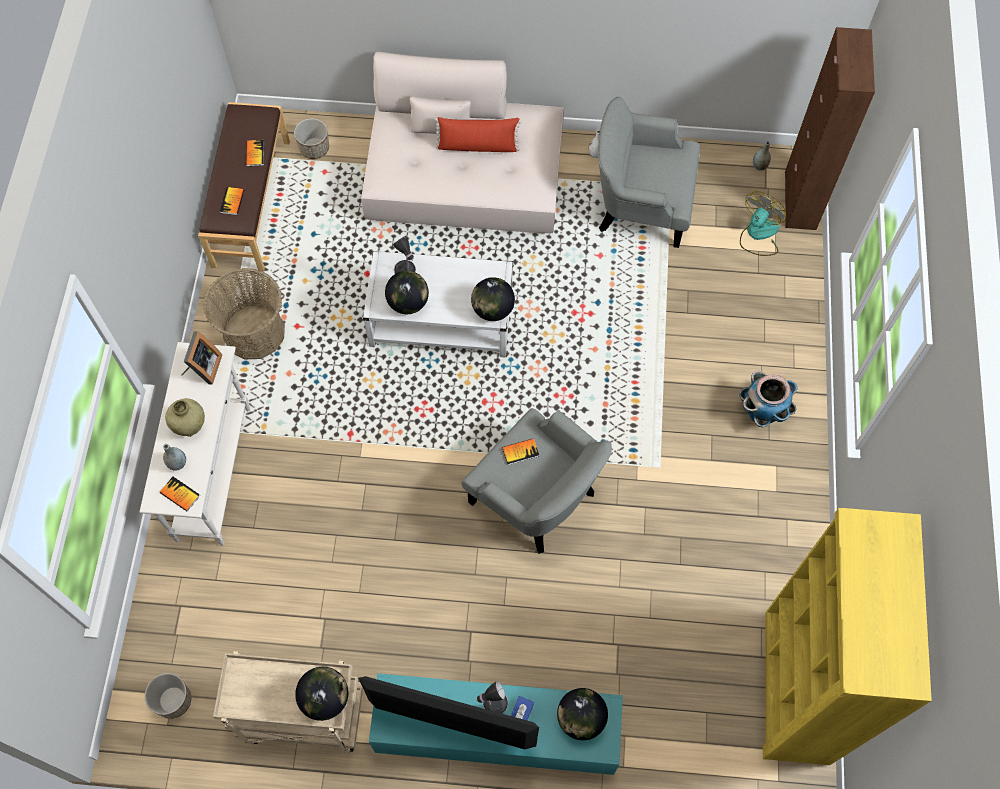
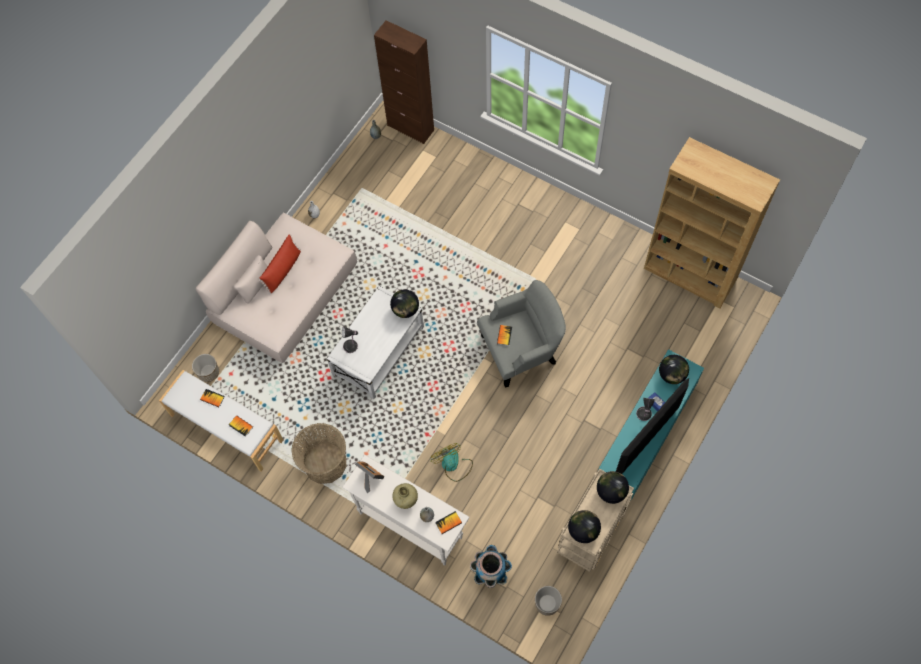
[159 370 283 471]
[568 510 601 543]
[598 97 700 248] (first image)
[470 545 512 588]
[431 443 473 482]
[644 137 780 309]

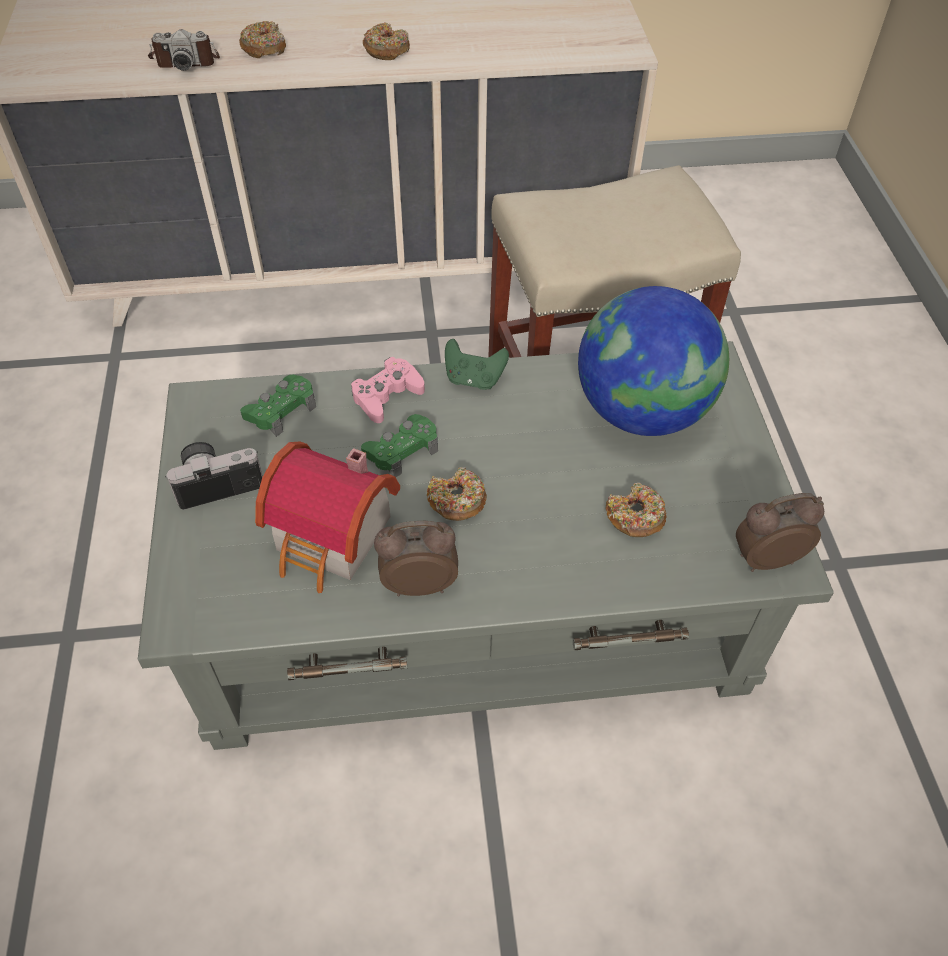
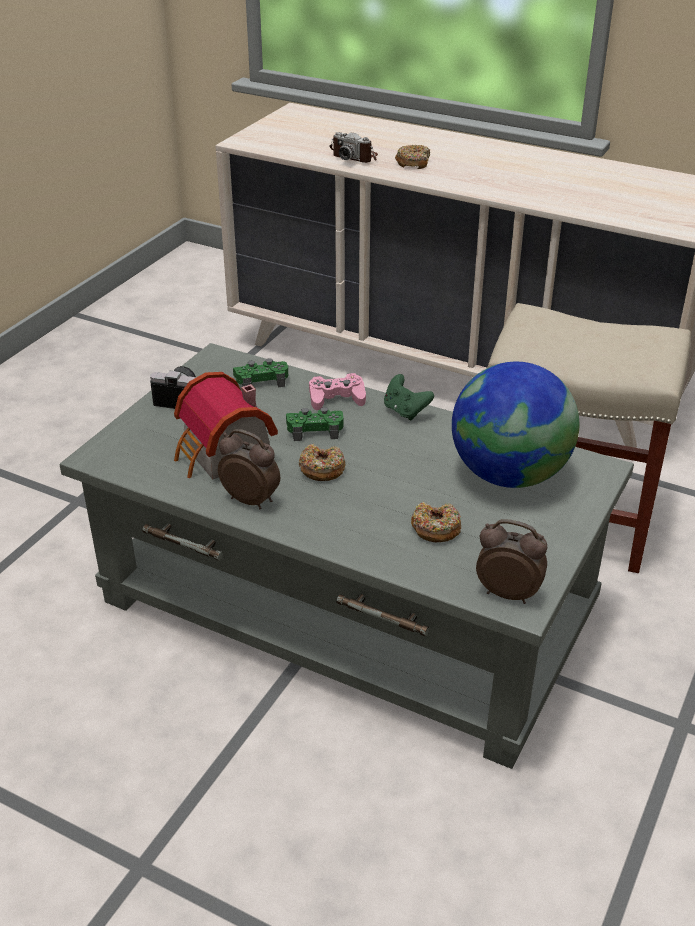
[363 23 410 60] (first image)

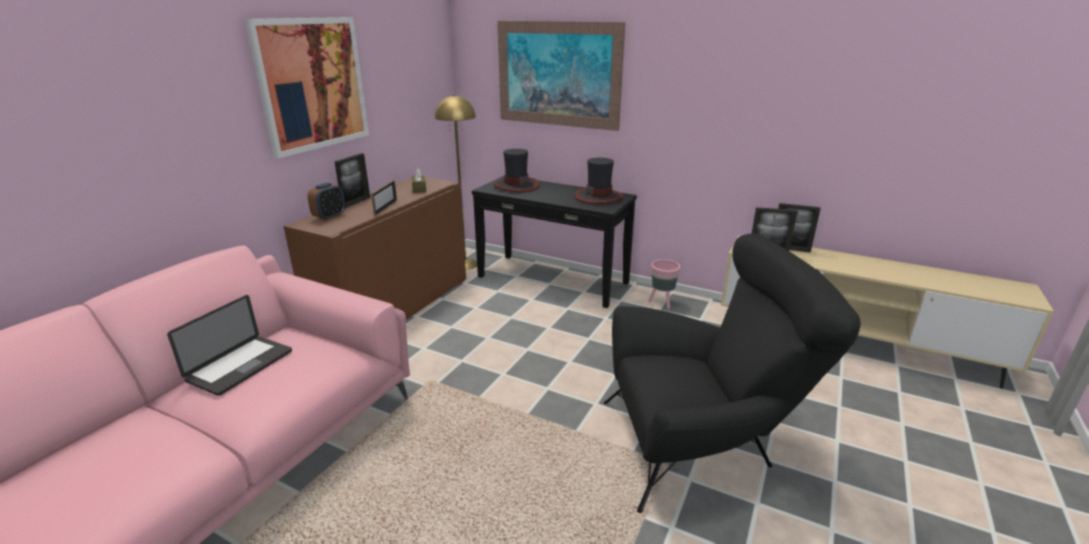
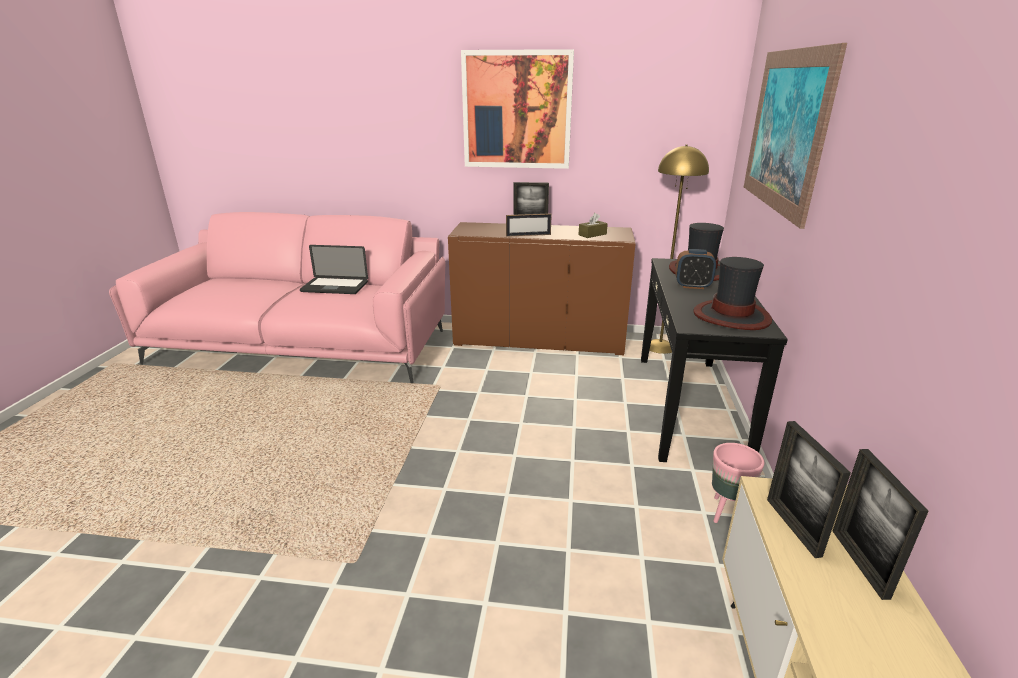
[675 249 716 289]
[604 233 861 513] (first image)

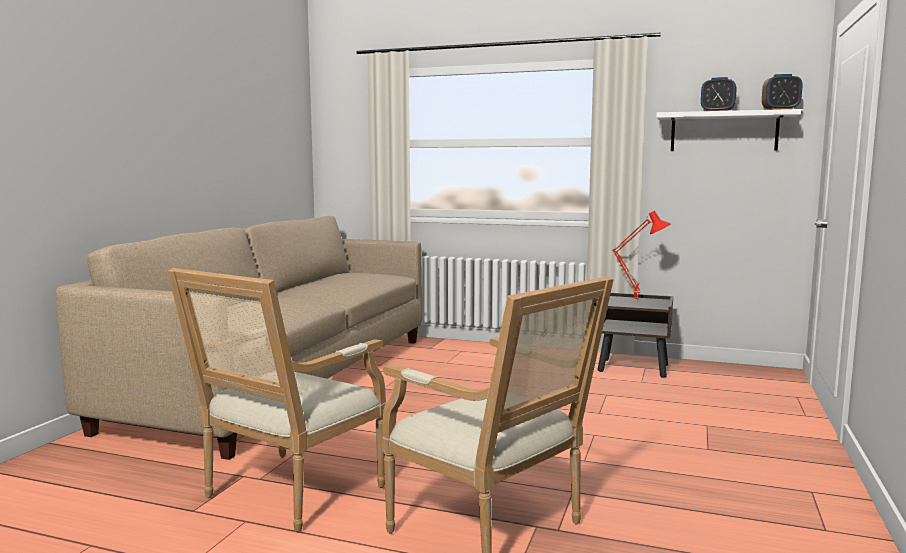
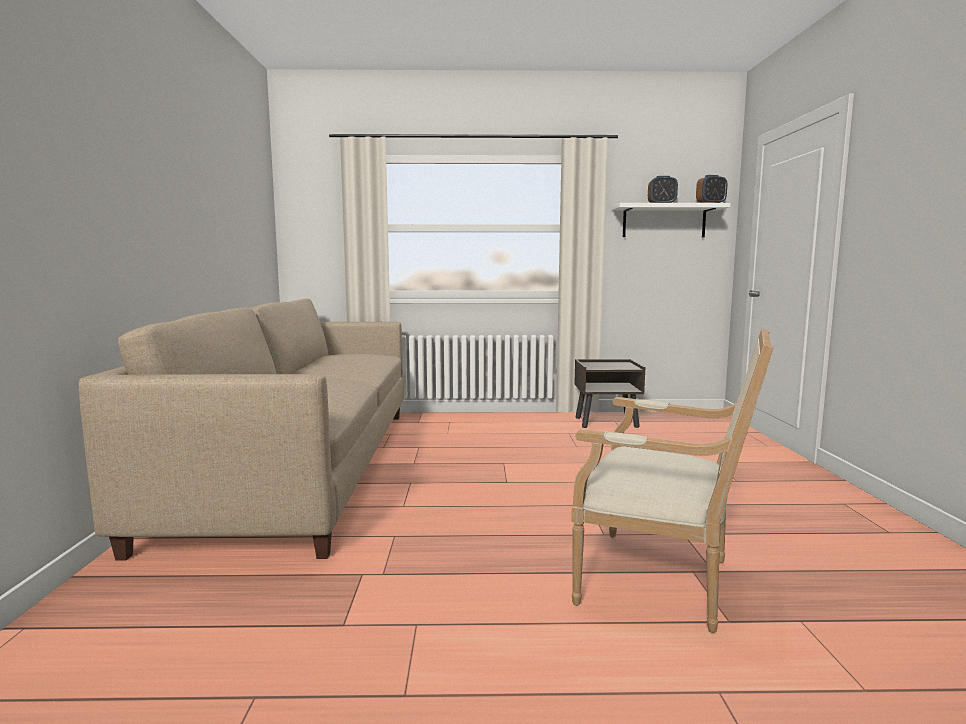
[167 268 386 532] (first image)
[612 211 671 302] (first image)

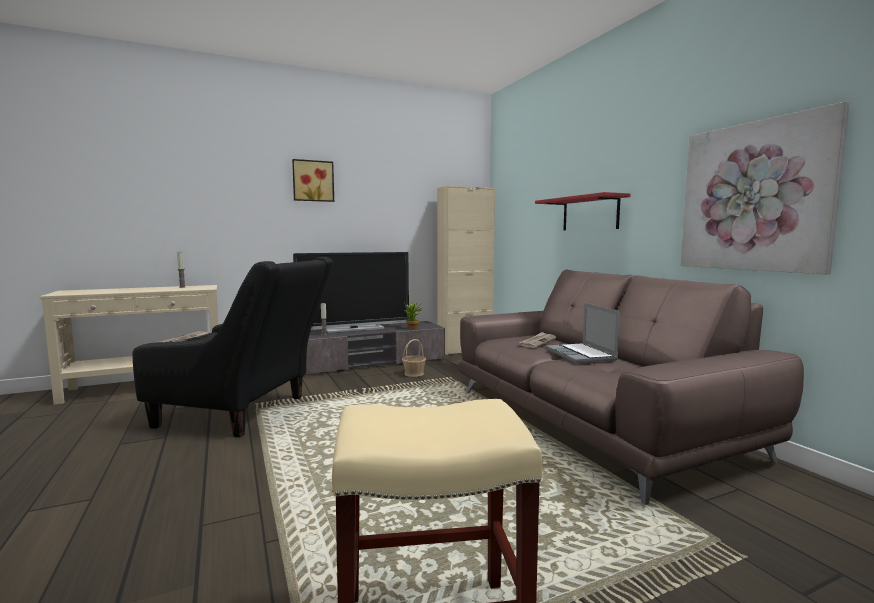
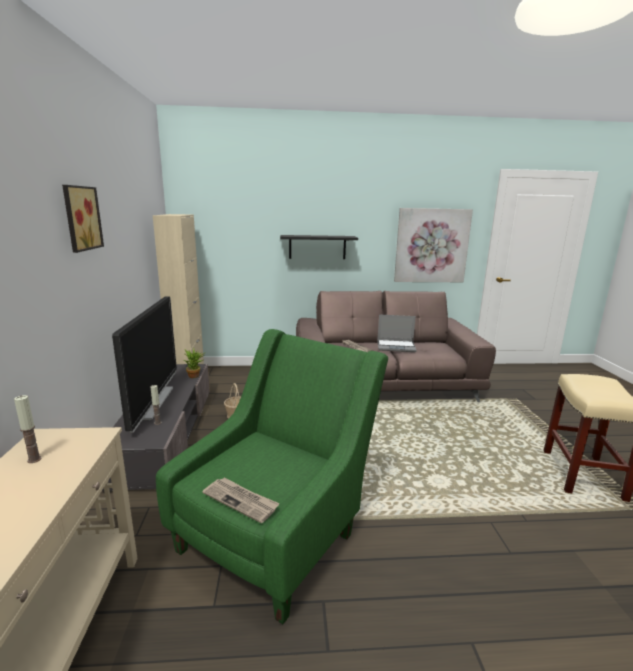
[156 329 388 624]
[280 235 358 259]

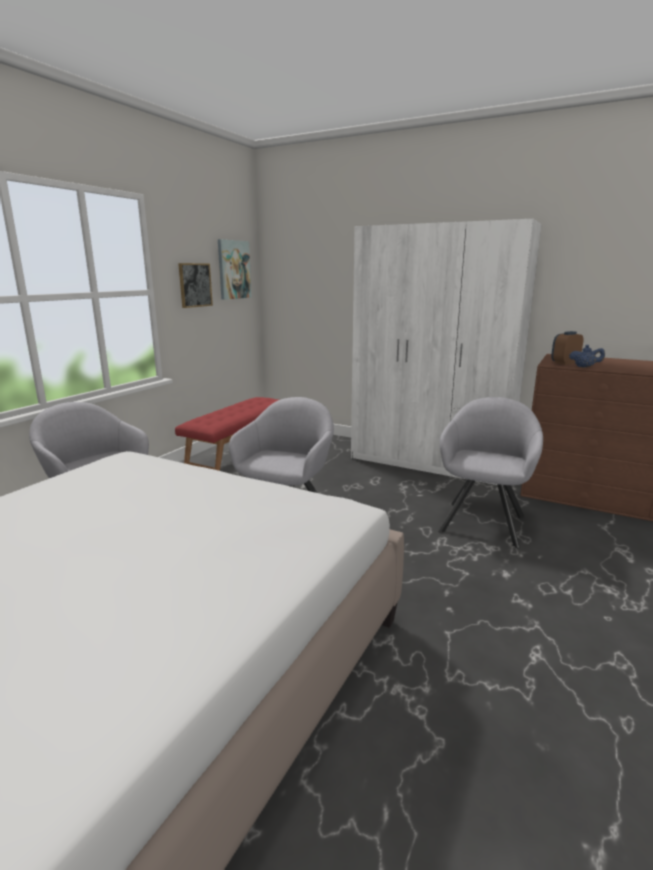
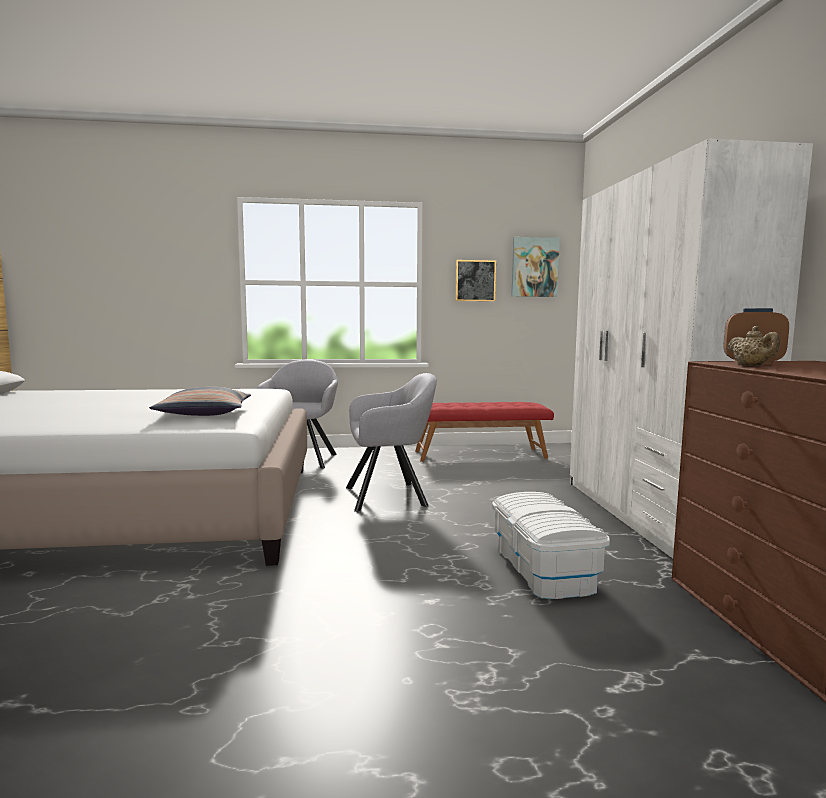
[492 492 610 599]
[728 326 780 366]
[149 387 251 416]

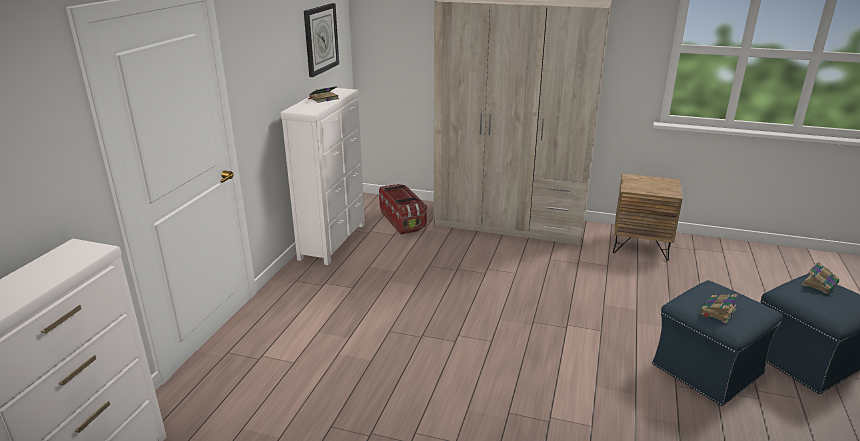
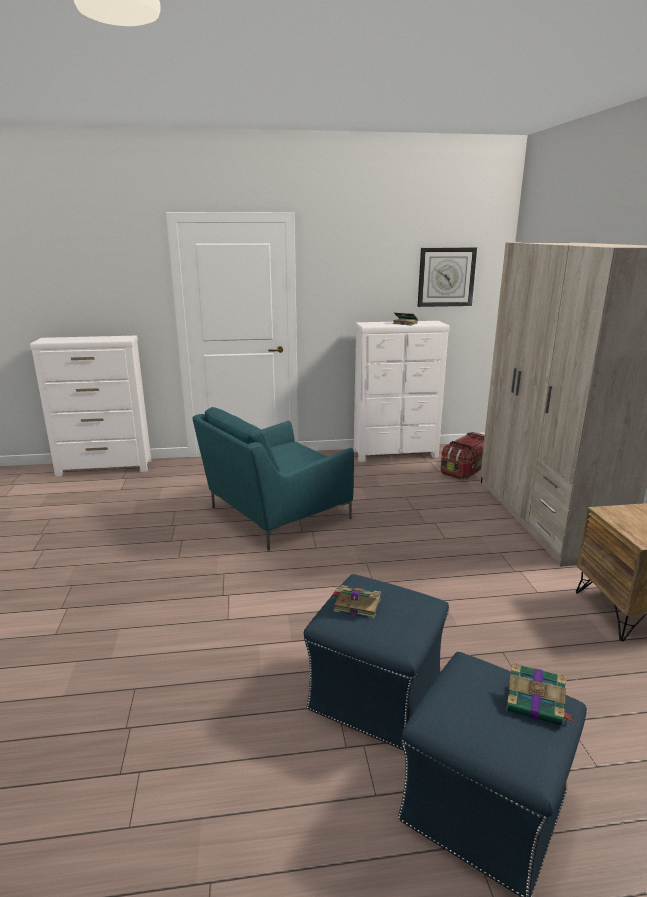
[193 407 354 550]

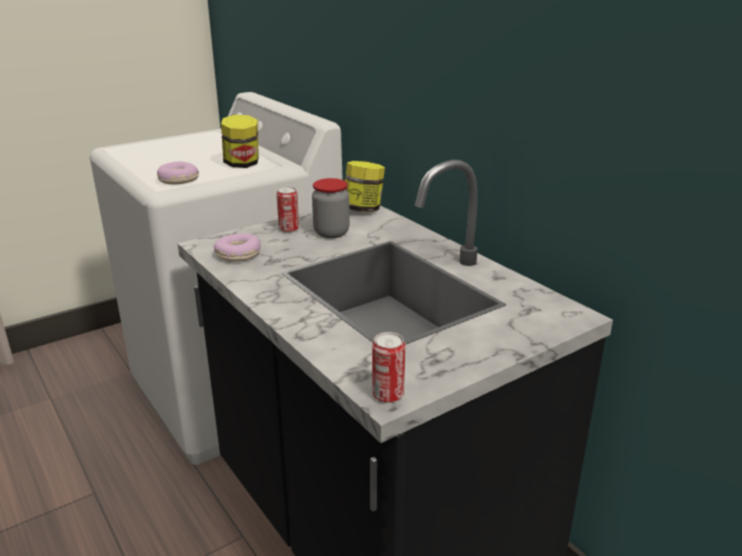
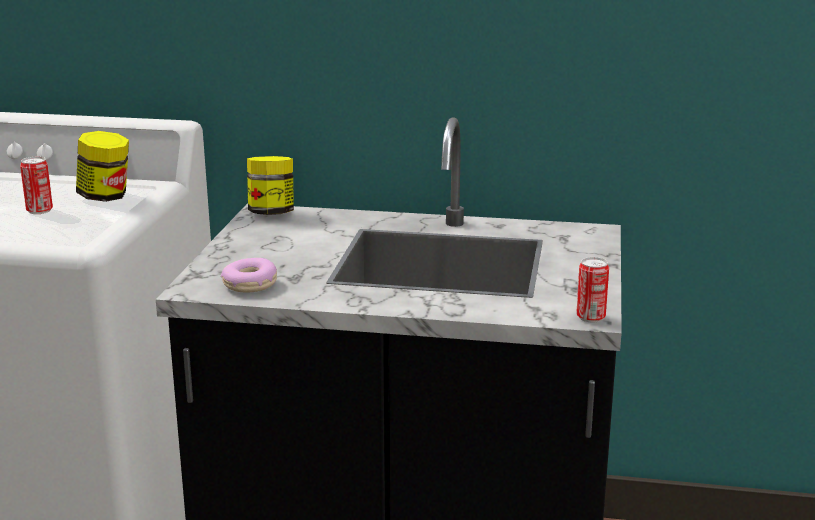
[157 162 199 185] (first image)
[20 157 53 214]
[312 178 350 238] (first image)

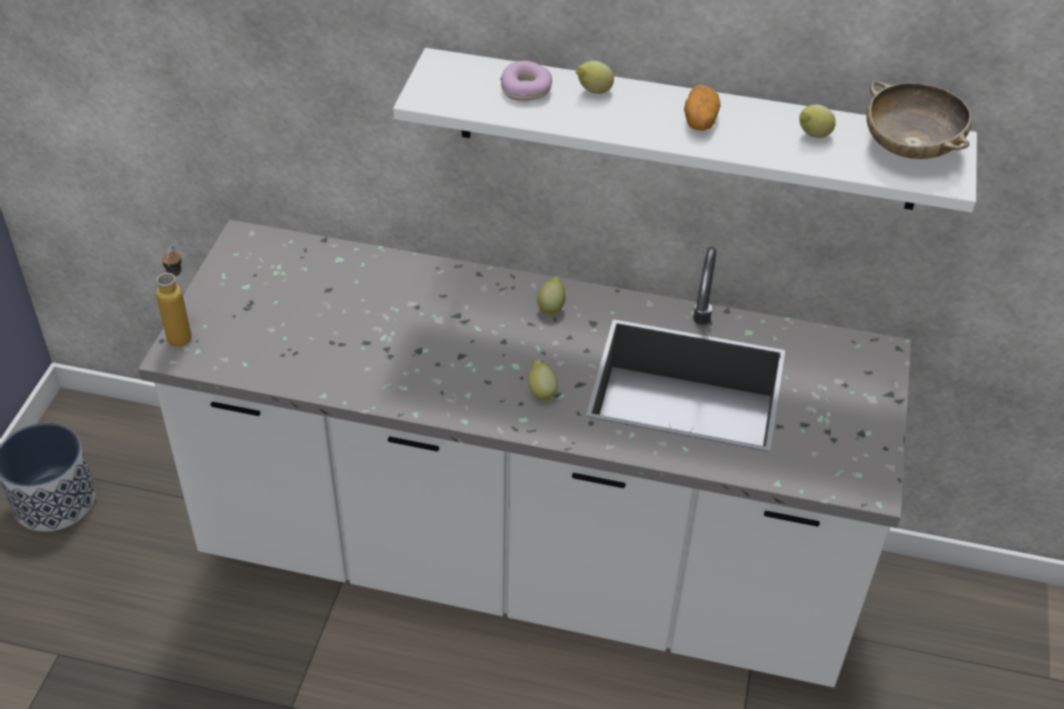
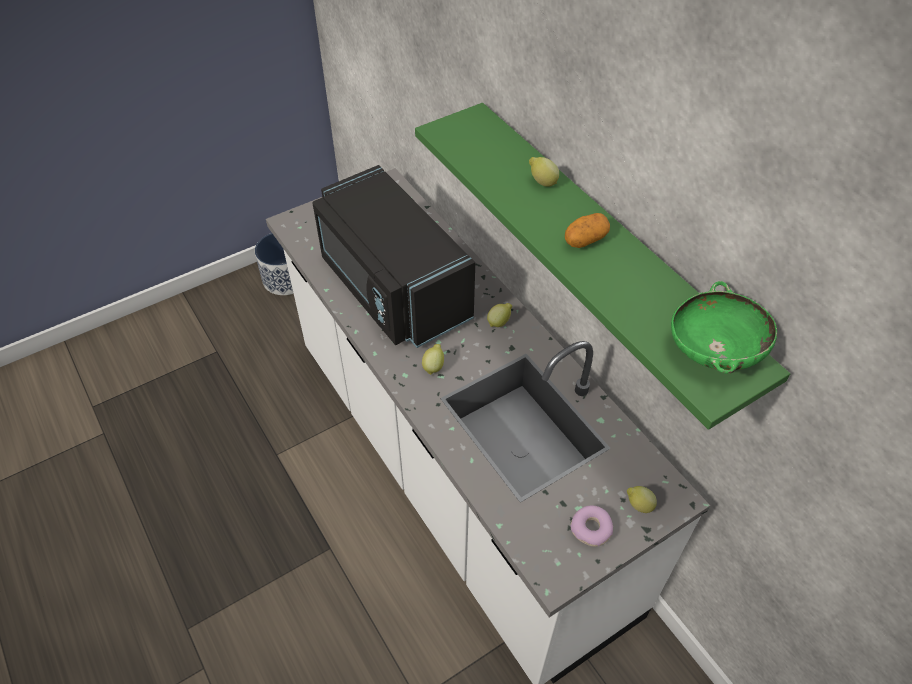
[156 246 192 346] (first image)
[415 103 790 430]
[571 505 613 547]
[627 486 657 513]
[671 281 777 374]
[312 165 475 348]

